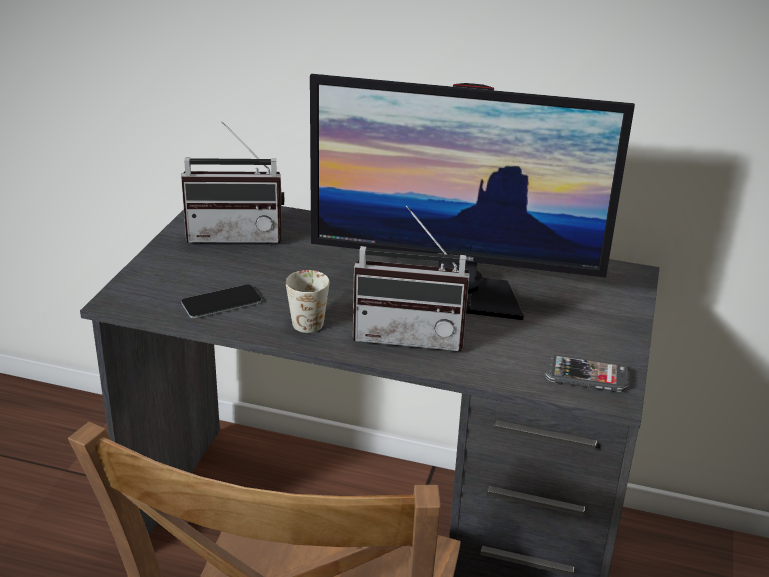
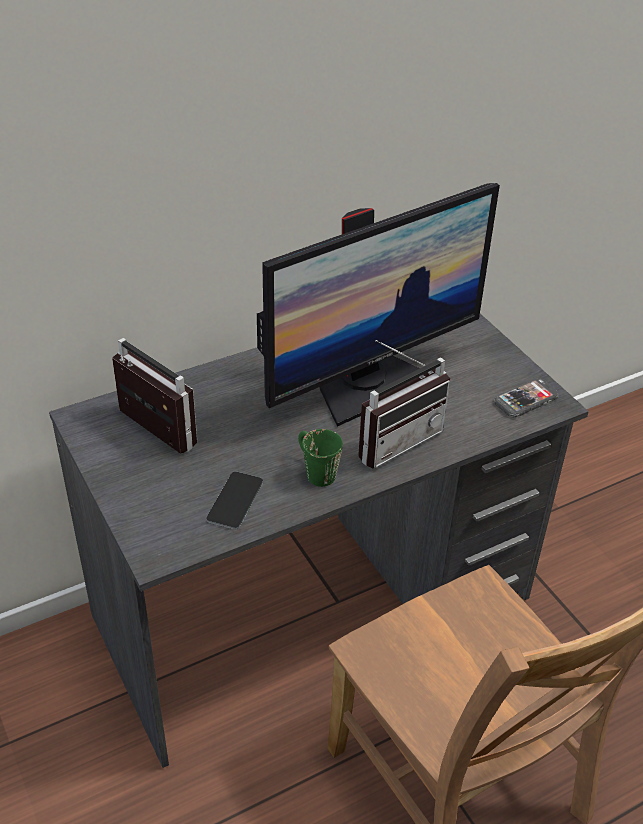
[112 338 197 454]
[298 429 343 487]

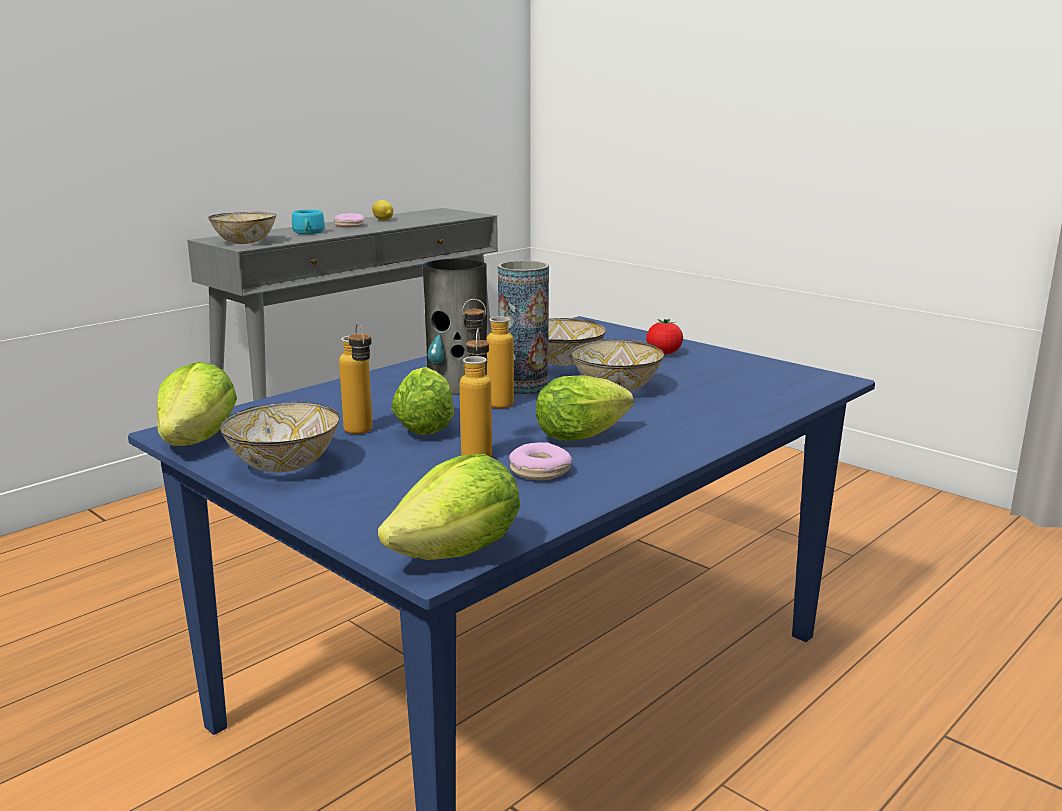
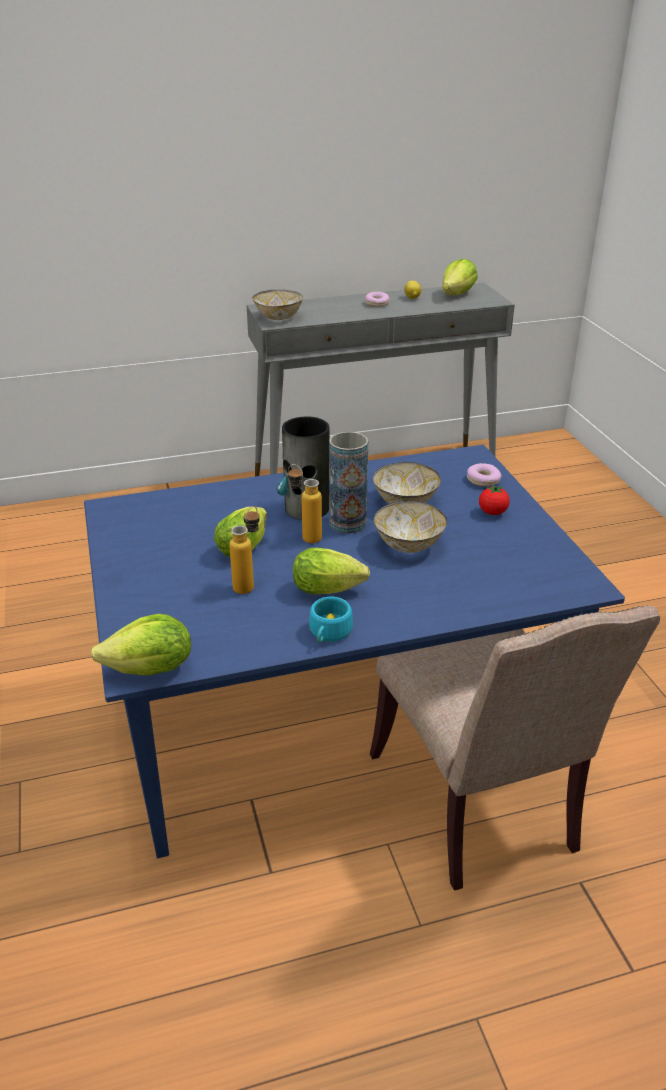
[442 259 478 295]
[220 402 339 472] (first image)
[309 597 353 643]
[339 323 373 434] (first image)
[467 463 501 486]
[370 606 660 891]

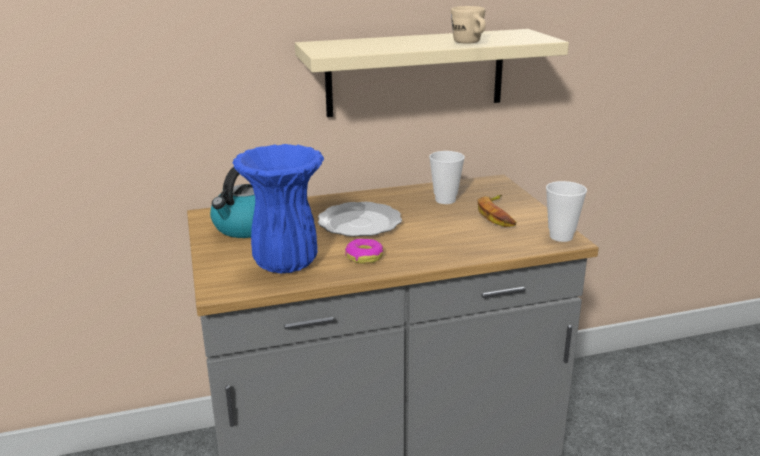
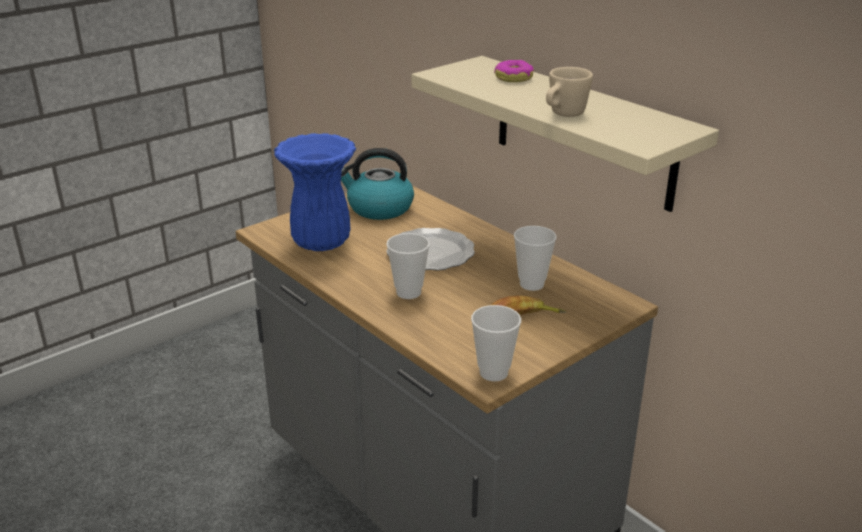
[494 60 534 82]
[386 233 430 299]

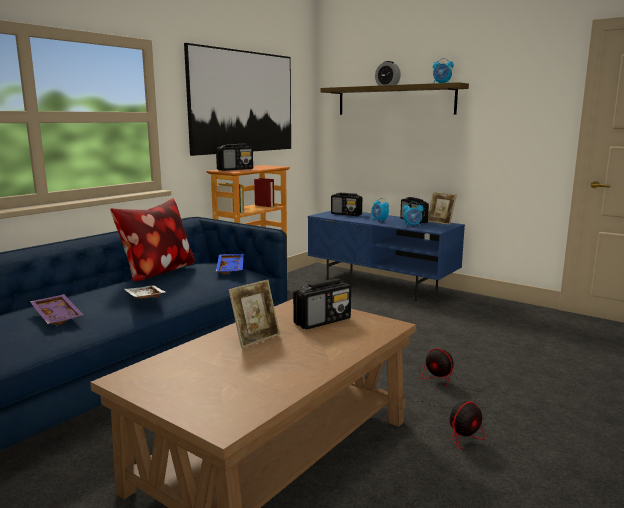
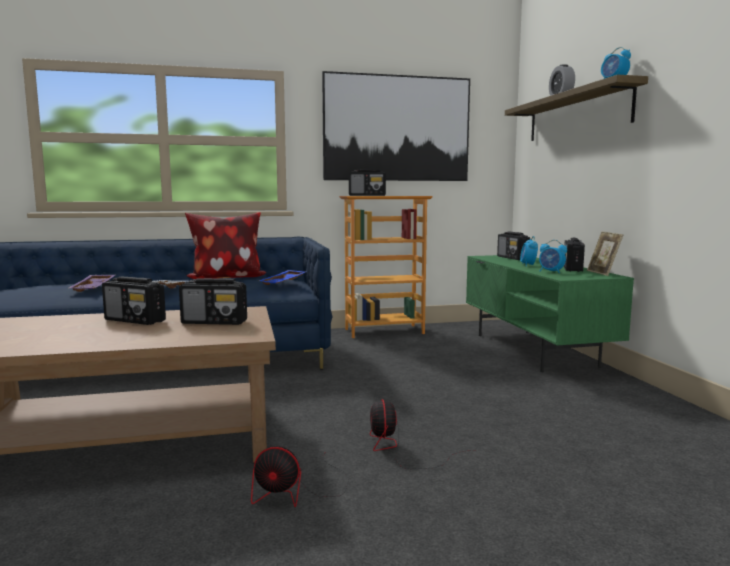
[102 277 166 325]
[466 255 634 372]

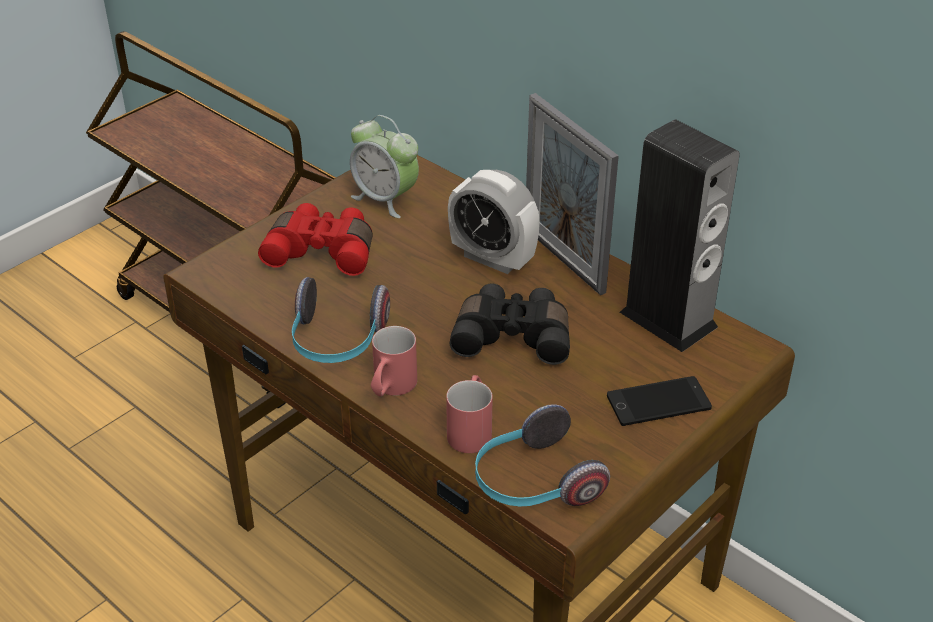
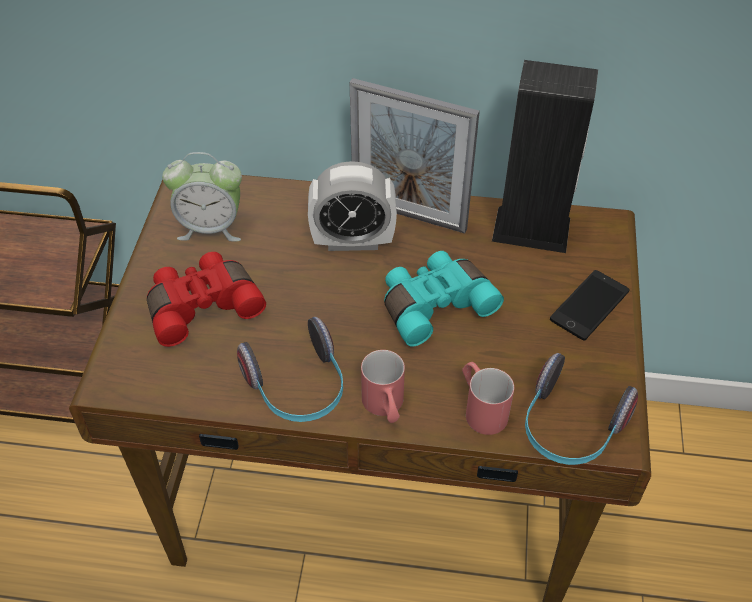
[384 251 504 347]

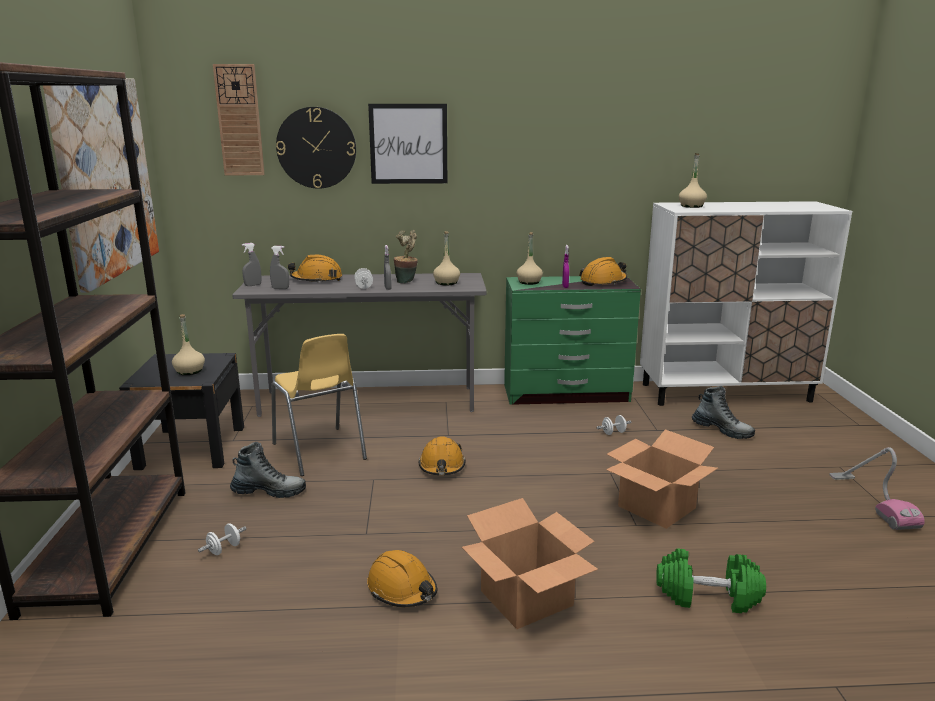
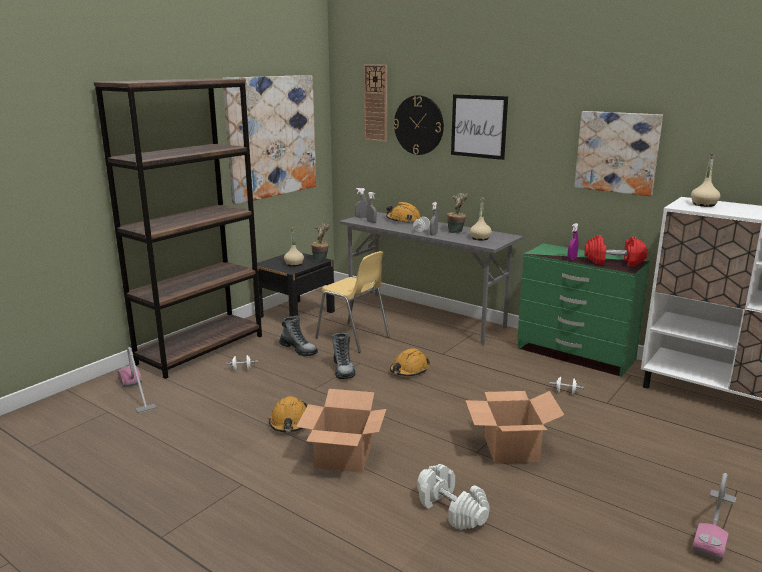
[315 251 390 353]
[517 232 543 285] (first image)
[584 235 647 266]
[417 464 490 531]
[331 333 355 379]
[118 347 156 413]
[311 223 329 262]
[574 111 663 196]

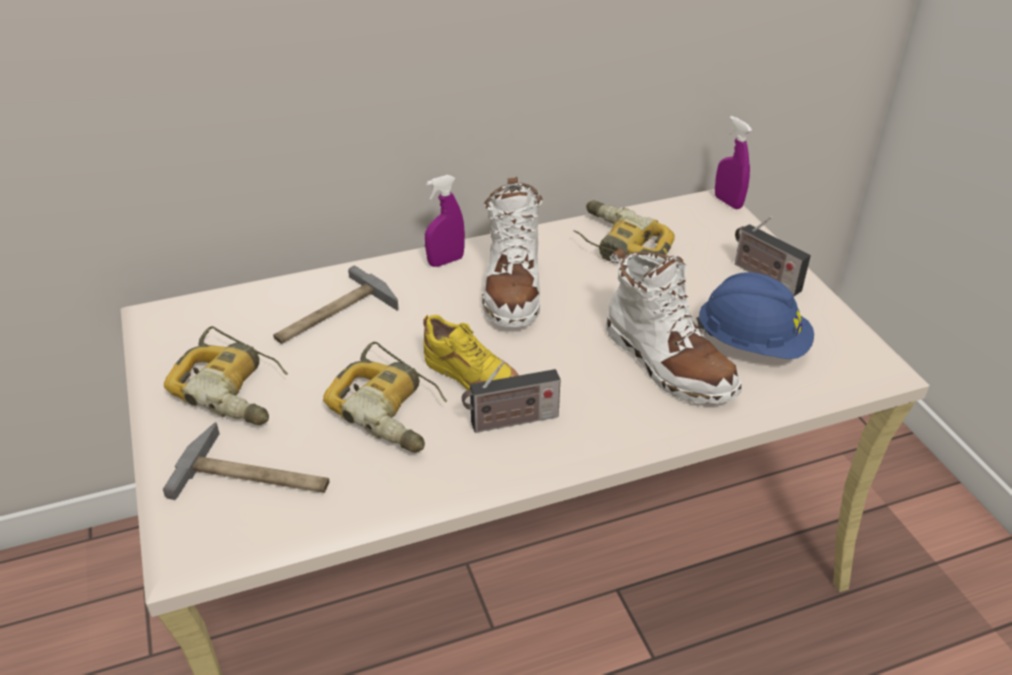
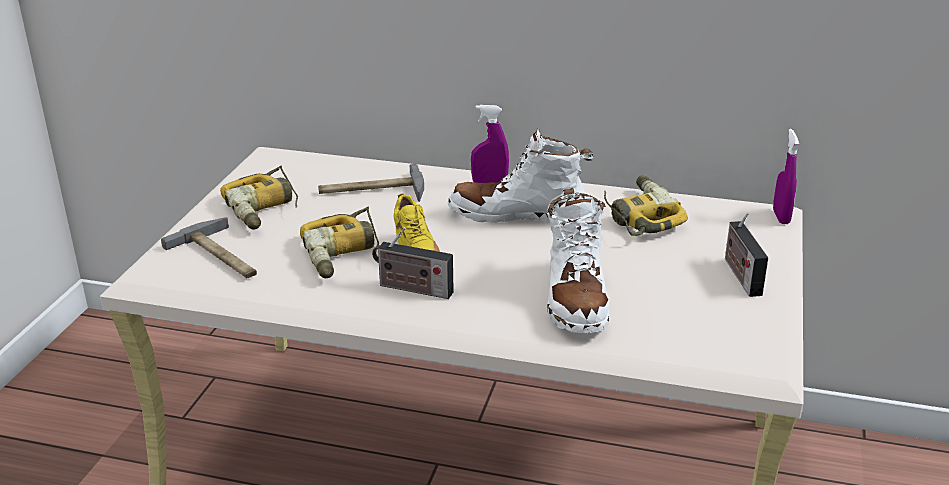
[447 129 593 223]
[696 272 814 359] (first image)

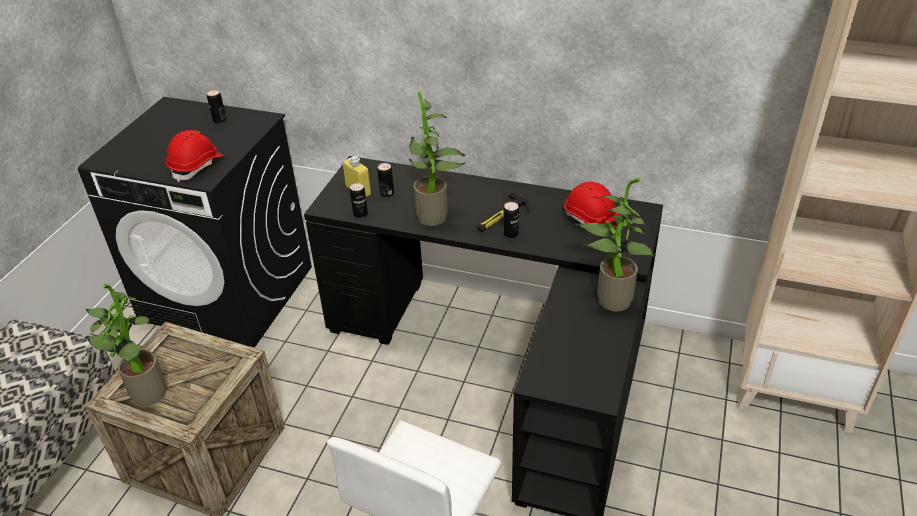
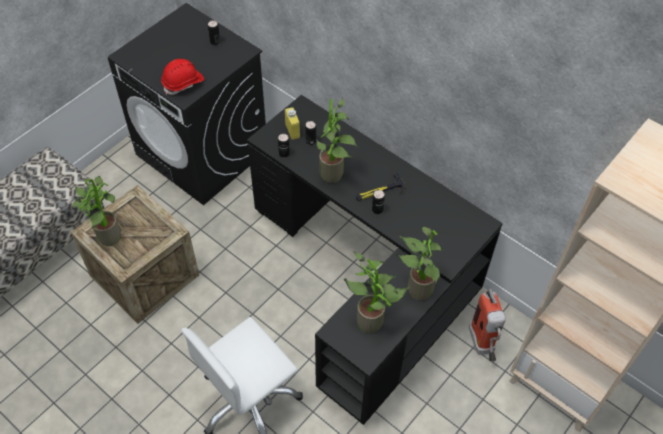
[564 182 619 228] (first image)
[344 251 409 333]
[469 289 506 362]

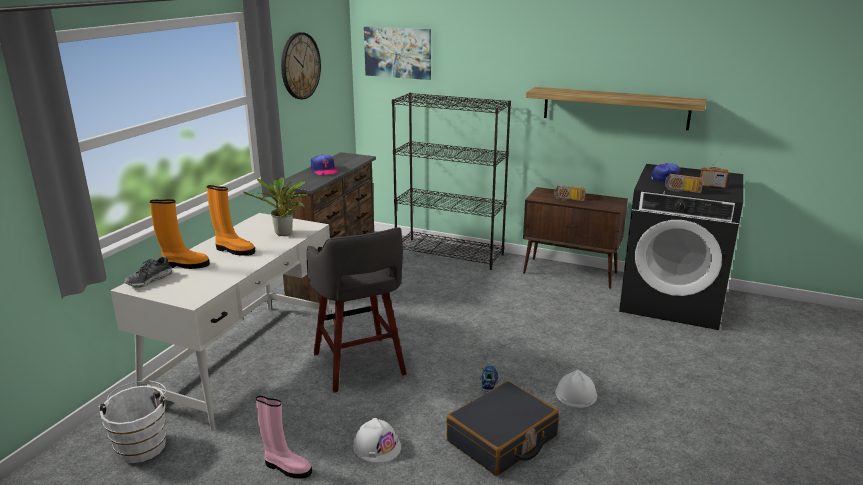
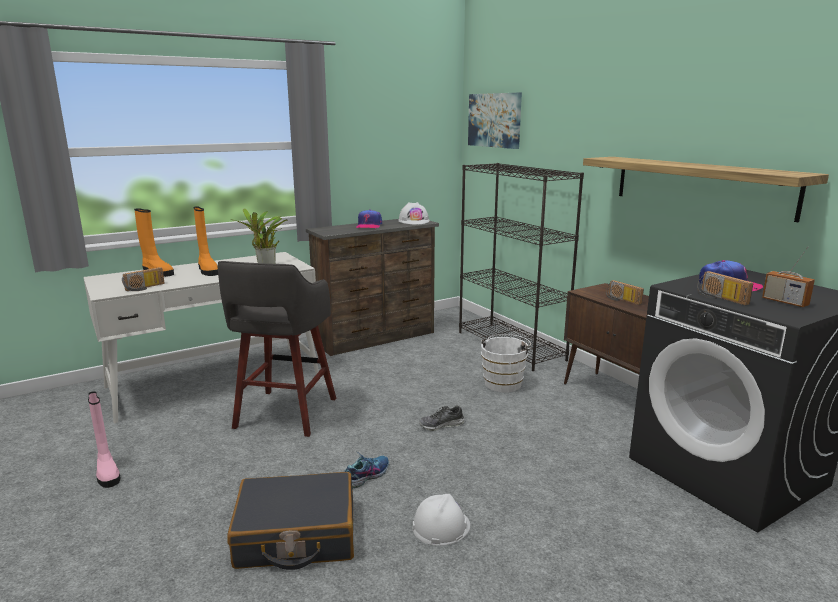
[481 334 532 392]
[419 405 465 431]
[281 32 321 99] (first image)
[398 202 430 225]
[122 267 164 291]

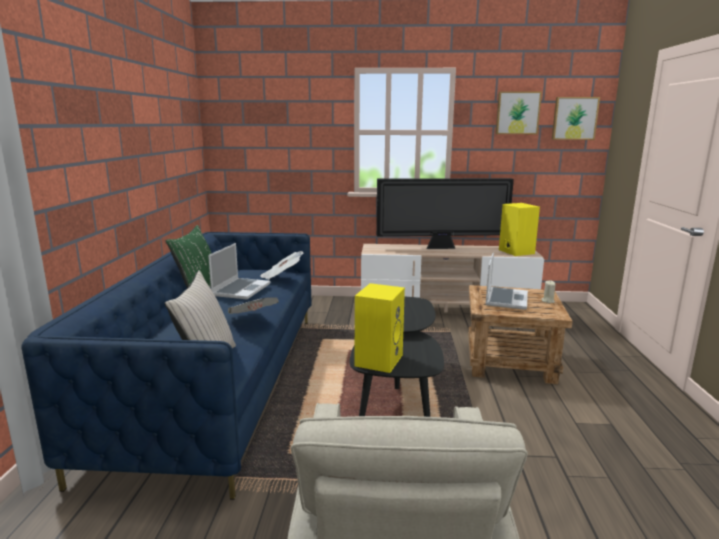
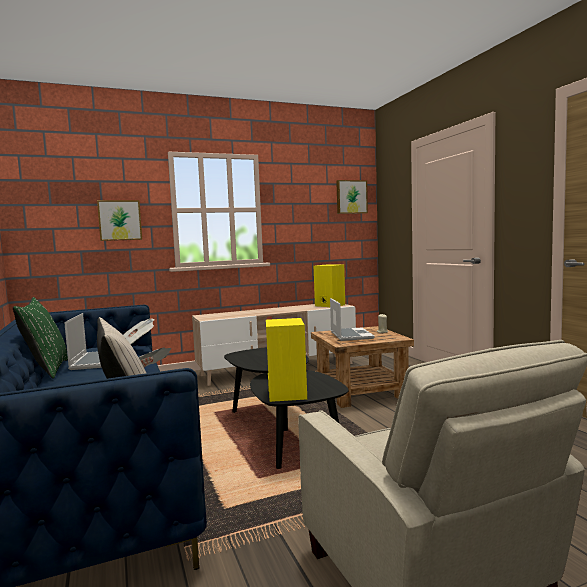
[376 178 514 249] (first image)
[97 200 142 241]

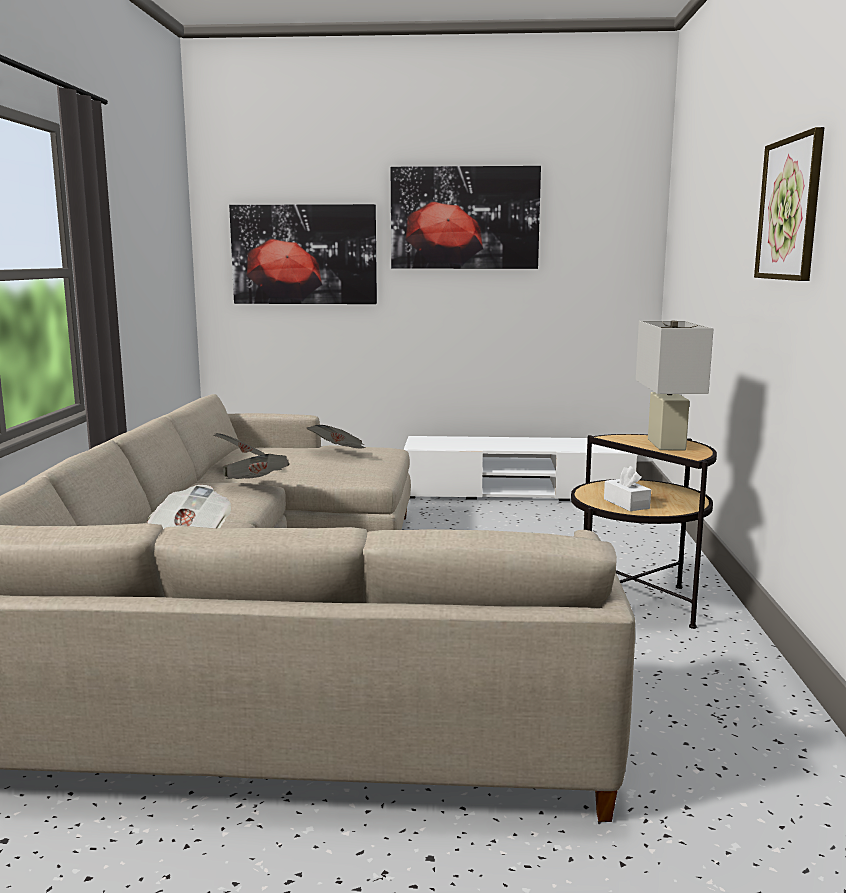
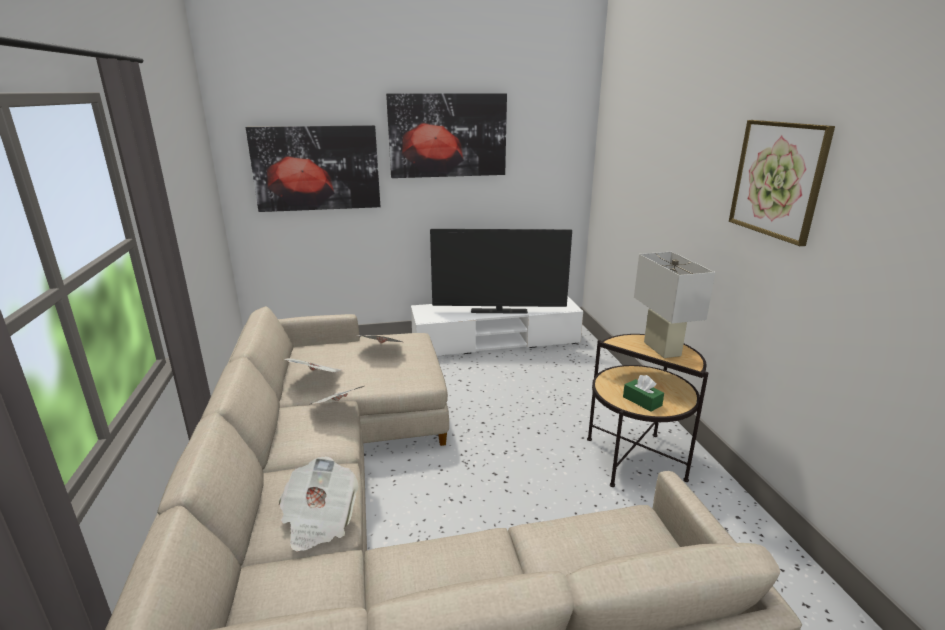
[623 375 664 412]
[430 229 572 314]

